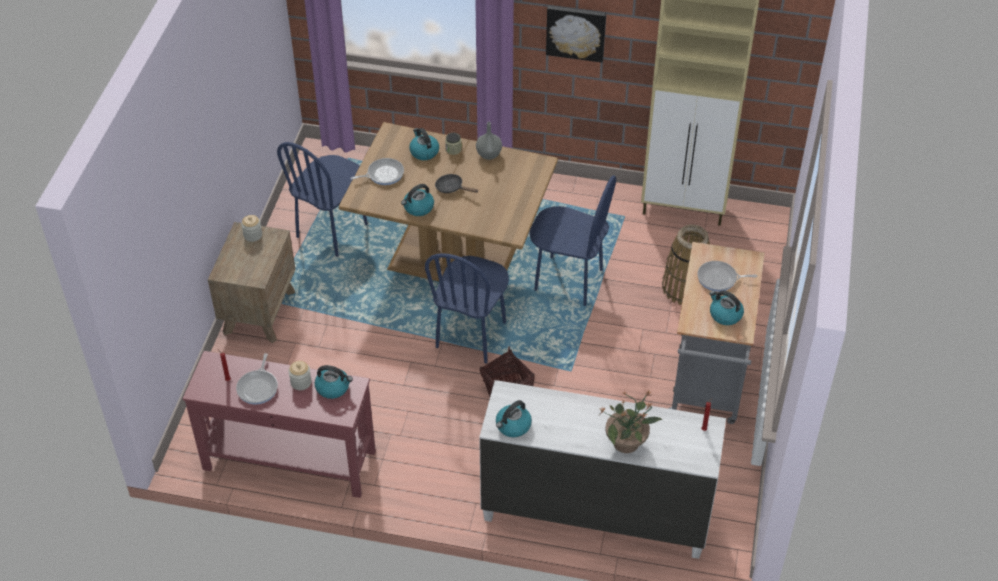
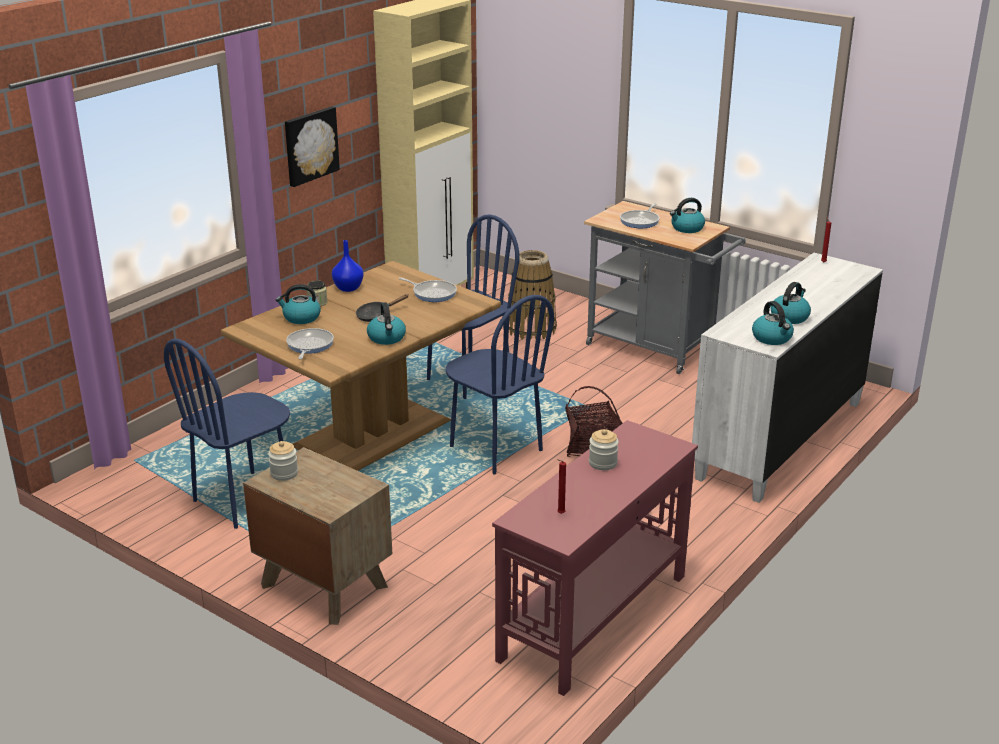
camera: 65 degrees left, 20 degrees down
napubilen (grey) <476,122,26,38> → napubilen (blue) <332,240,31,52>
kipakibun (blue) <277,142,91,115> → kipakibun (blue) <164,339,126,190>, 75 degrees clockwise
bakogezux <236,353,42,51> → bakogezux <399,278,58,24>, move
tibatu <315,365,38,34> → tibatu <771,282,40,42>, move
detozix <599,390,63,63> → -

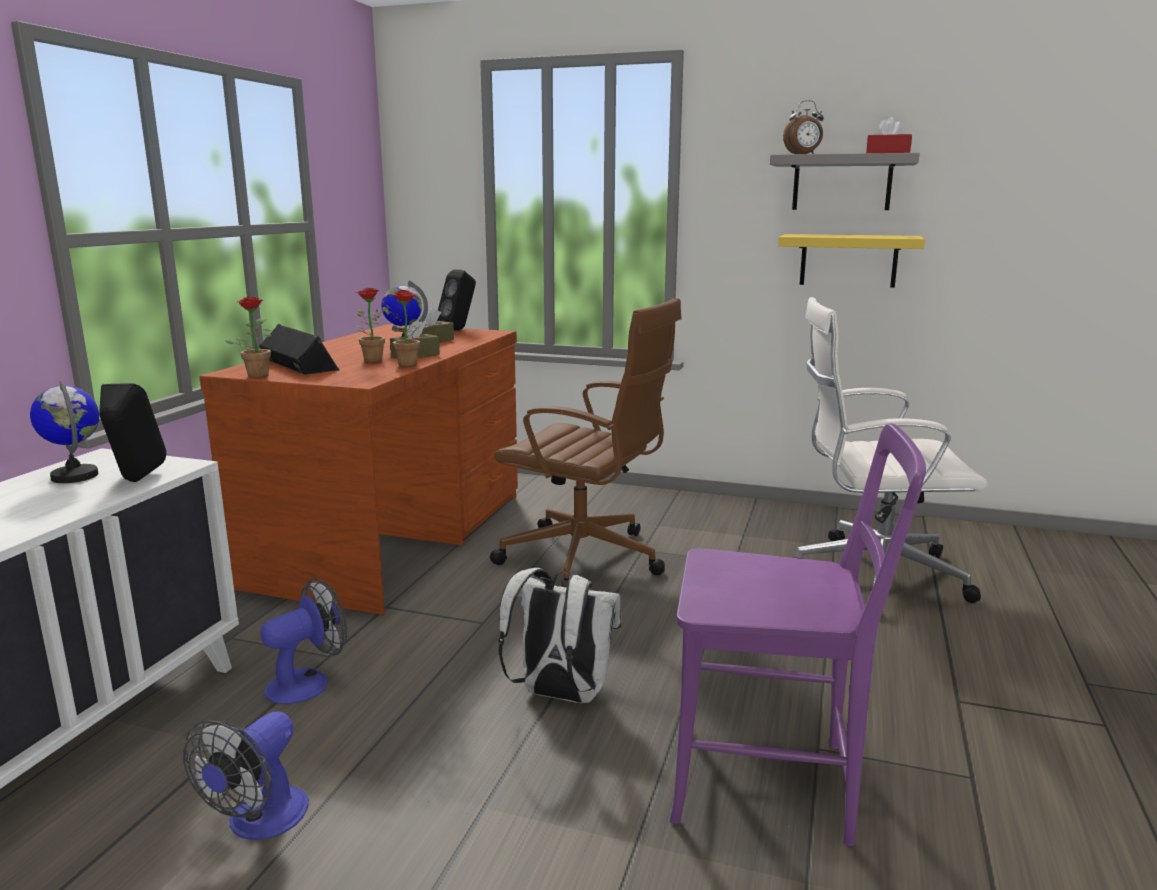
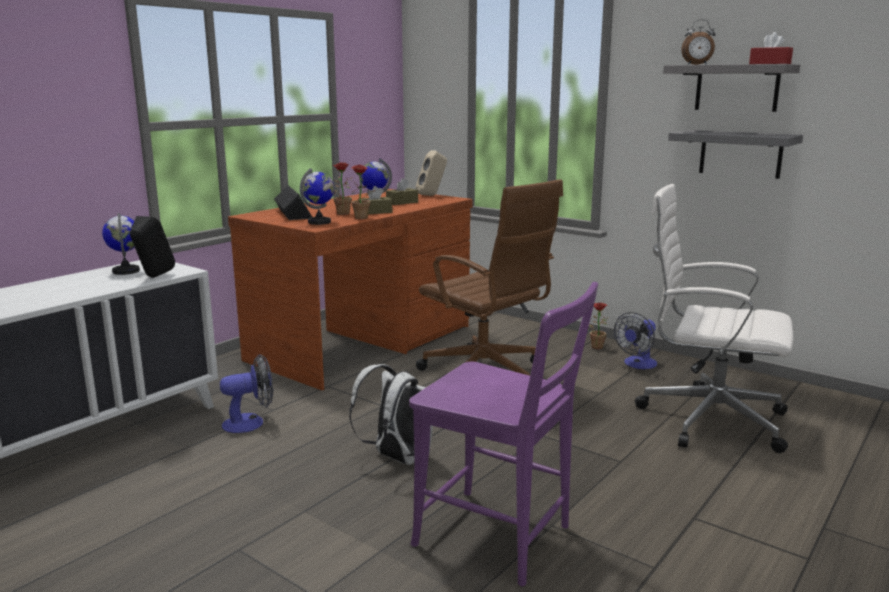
camera: 20 degrees right, 0 degrees up
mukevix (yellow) <778,234,147,54> → mukevix (grey) <668,130,135,49>
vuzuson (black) <437,269,39,61> → vuzuson (beige) <416,150,31,46>
detozix <225,297,47,81> → detozix <588,303,21,46>, move
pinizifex <183,711,126,129> → pinizifex <614,312,43,57>, move
- → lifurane <300,168,35,57>

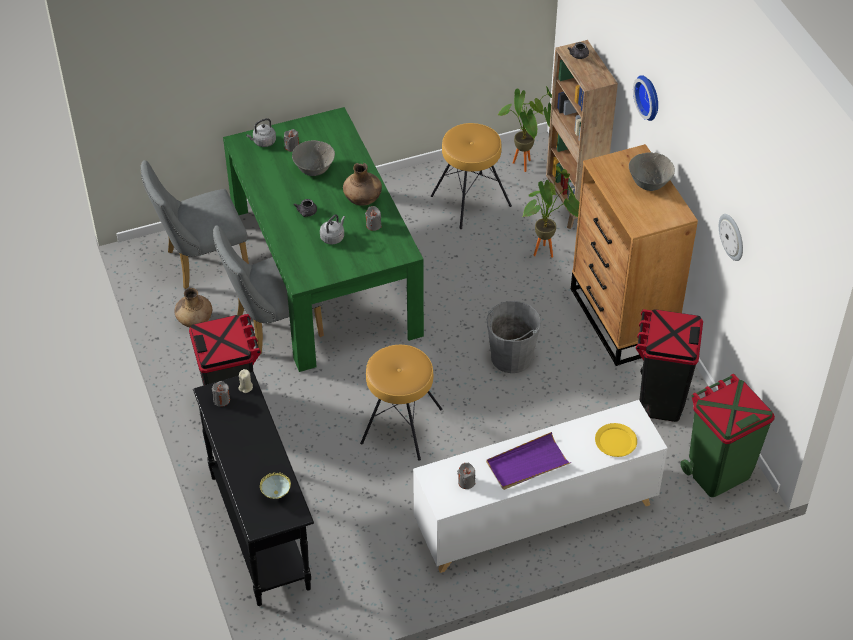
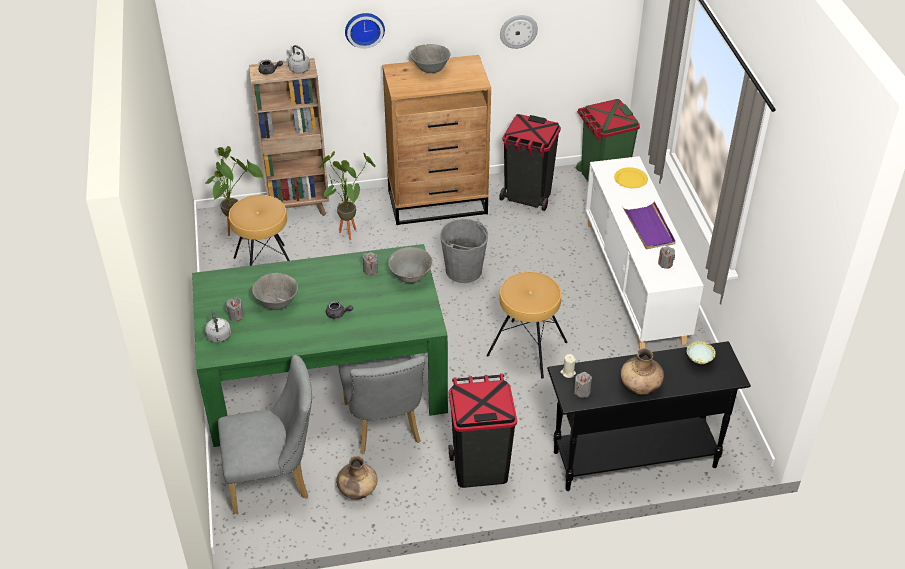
camera: 80 degrees left, 5 degrees down
kipakibun (grey) <140,160,109,129> → kipakibun (grey) <218,355,94,159>, 90 degrees counterclockwise
napubilen (brown) <343,163,39,42> → napubilen (brown) <621,349,43,46>, move
tibatu (grey) <320,214,25,31> → tibatu (grey) <288,45,22,29>, move
- → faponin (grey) <388,247,45,36>

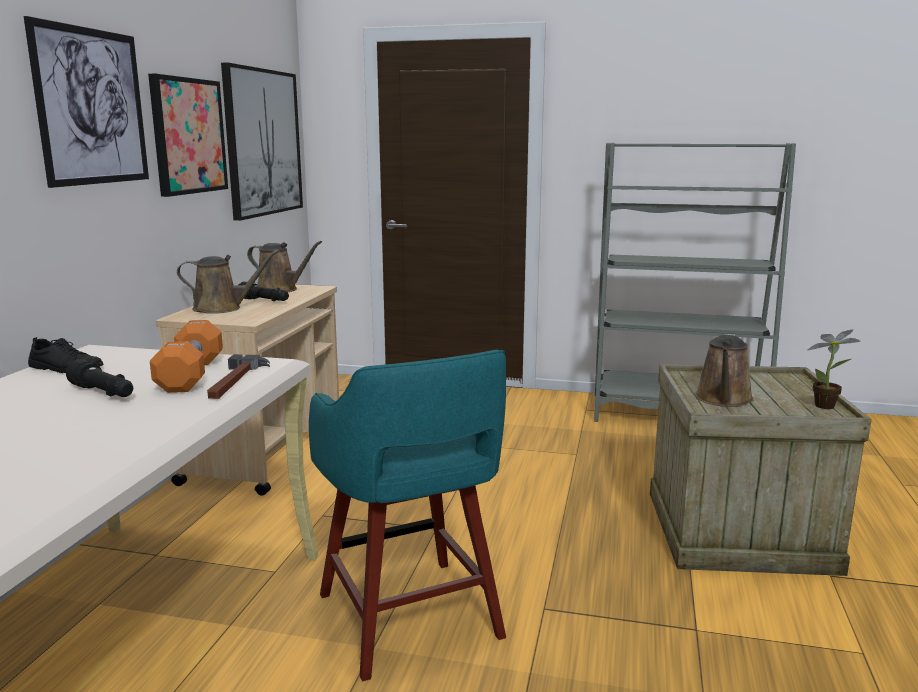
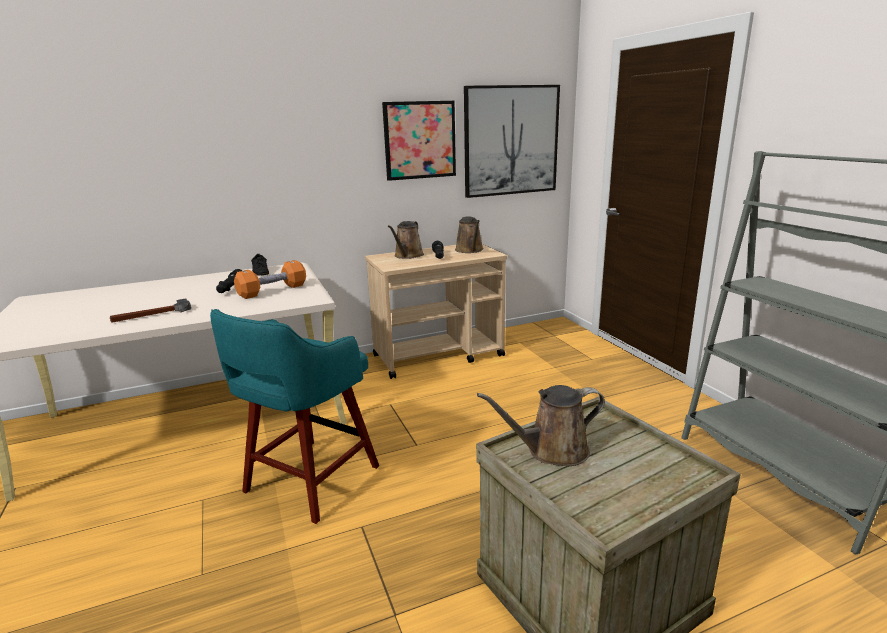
camera: 55 degrees right, 5 degrees up
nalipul <24,16,125,172> → -
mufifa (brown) <177,249,102,65> → mufifa (brown) <388,221,36,38>, 60 degrees clockwise
detozix <808,330,52,79> → -
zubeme <207,354,63,45> → zubeme <110,299,81,24>, move

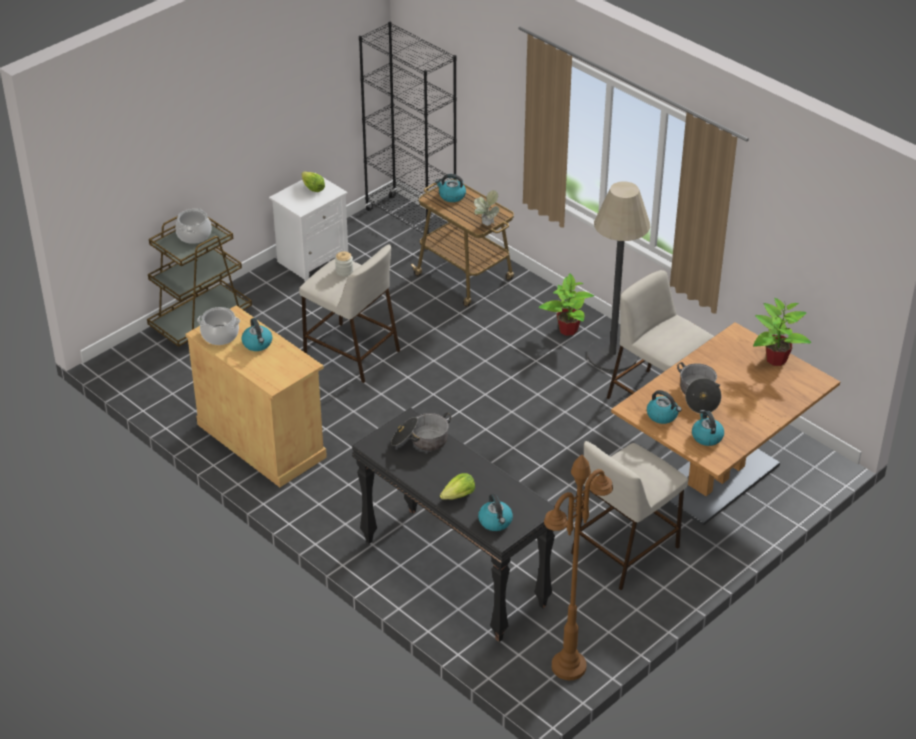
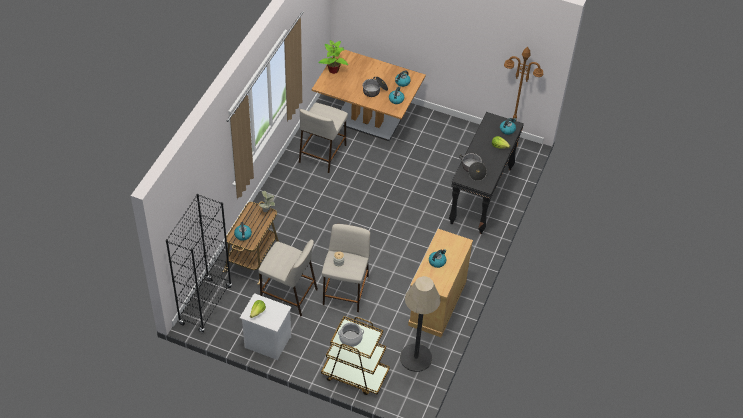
camera: 115 degrees left, 10 degrees up
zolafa <587,181,63,191> → zolafa <400,276,41,96>, move
detozix <539,273,55,63> → -
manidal <197,307,43,38> → -
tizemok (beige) <571,441,117,149> → tizemok (beige) <258,239,60,78>, move

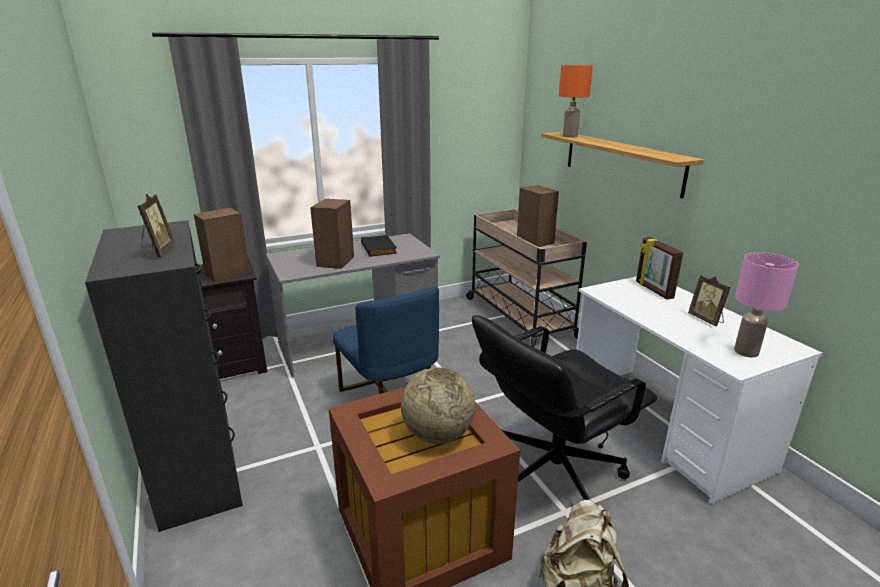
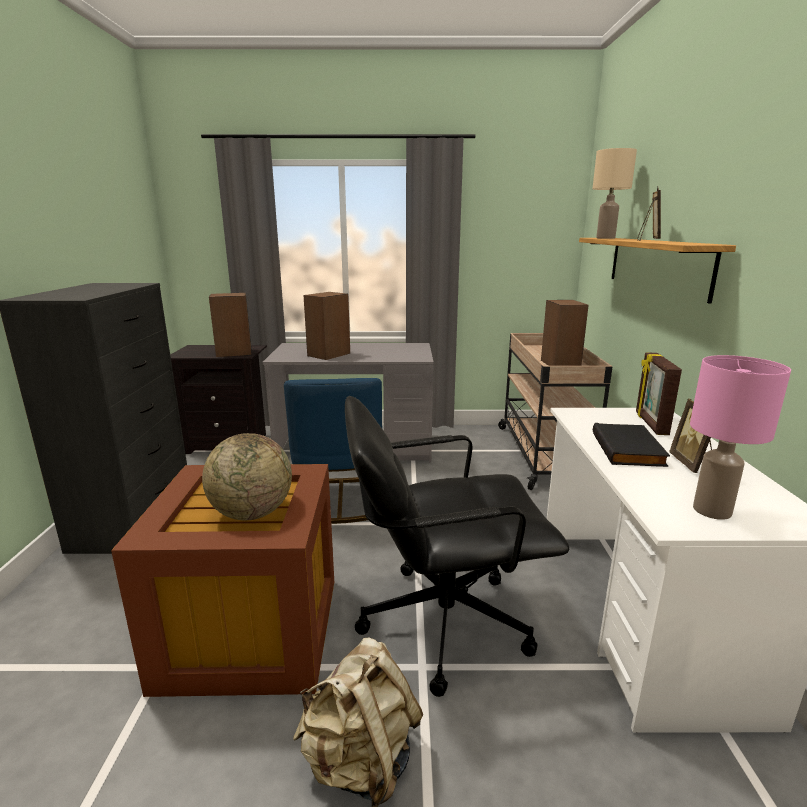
camera: 25 degrees right, 5 degrees down
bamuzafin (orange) <559,65,34,73> → bamuzafin (beige) <593,148,44,91>
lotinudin <138,194,37,64> → lotinudin <637,187,24,54>, move
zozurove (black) <361,235,36,22> → zozurove (black) <593,423,77,44>, move

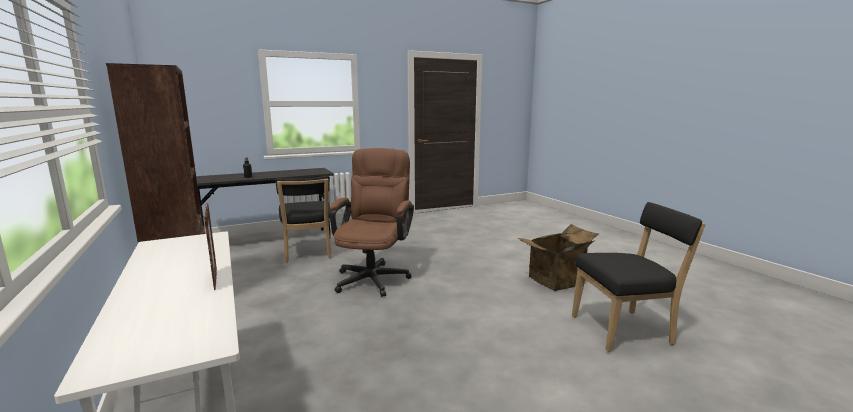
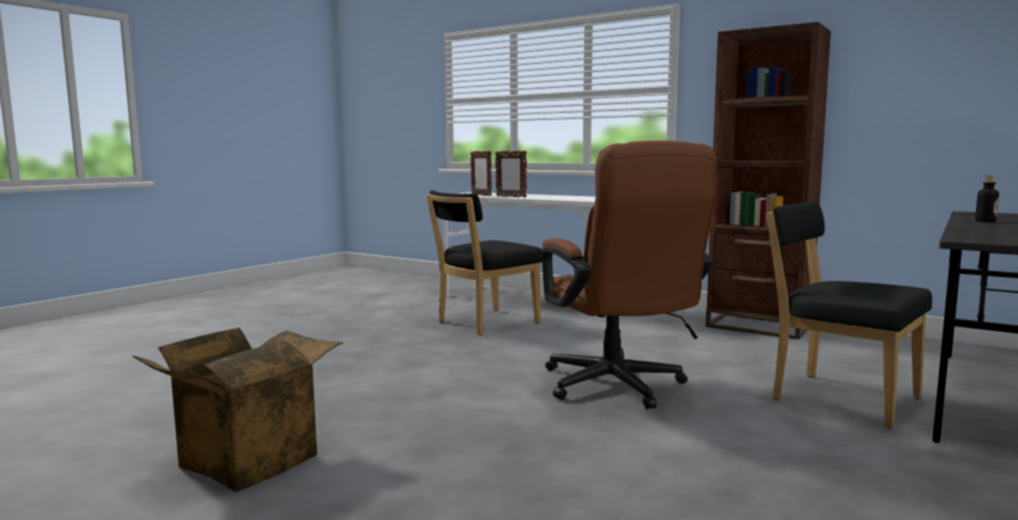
camera: 150 degrees right, 5 degrees down
kipakibun (black) <572,202,134,150> → kipakibun (black) <426,190,116,145>, move
- → lotinudin <470,150,22,47>

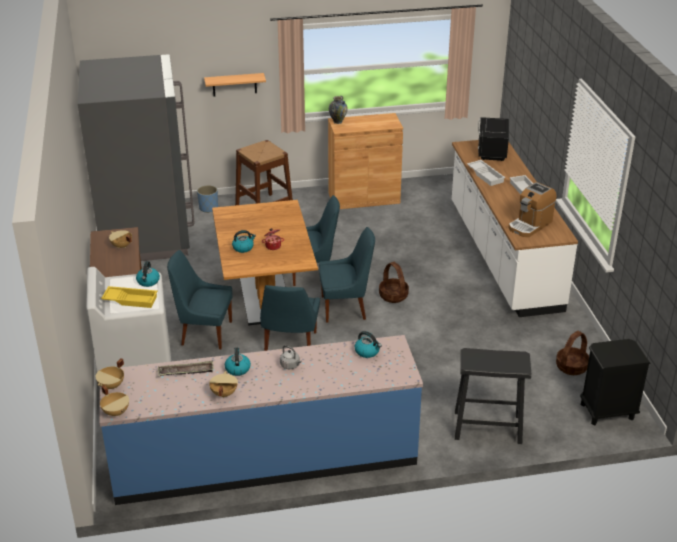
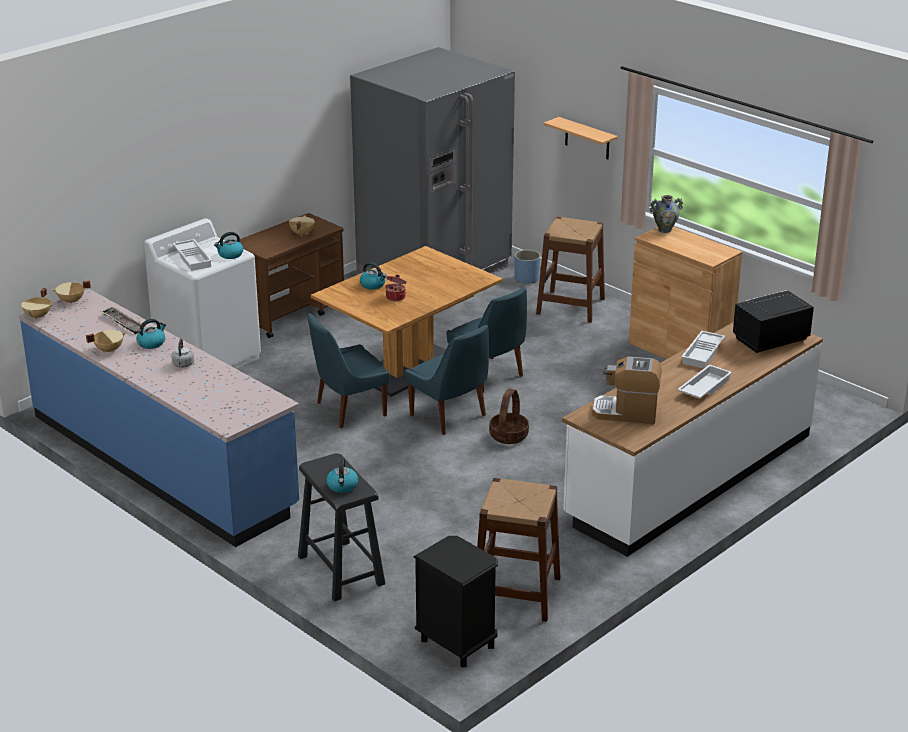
camera: 55 degrees right, 5 degrees down
kipakibun (blue) <167,250,65,99> → -
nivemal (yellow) <101,286,56,22> → nivemal (white) <173,239,39,32>
tibatu <355,331,27,27> → tibatu <326,458,32,35>, move
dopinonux <556,331,33,44> → tizemok (brown) <477,478,83,144>

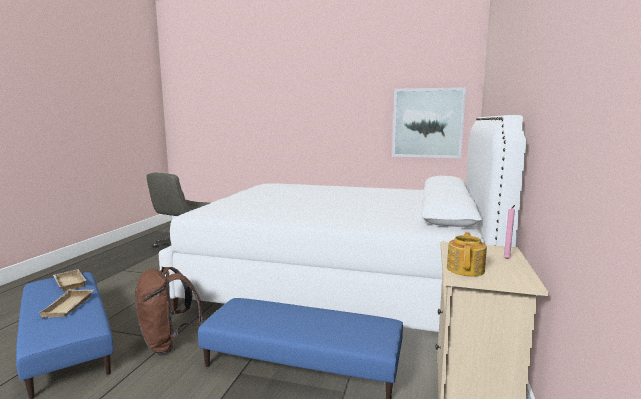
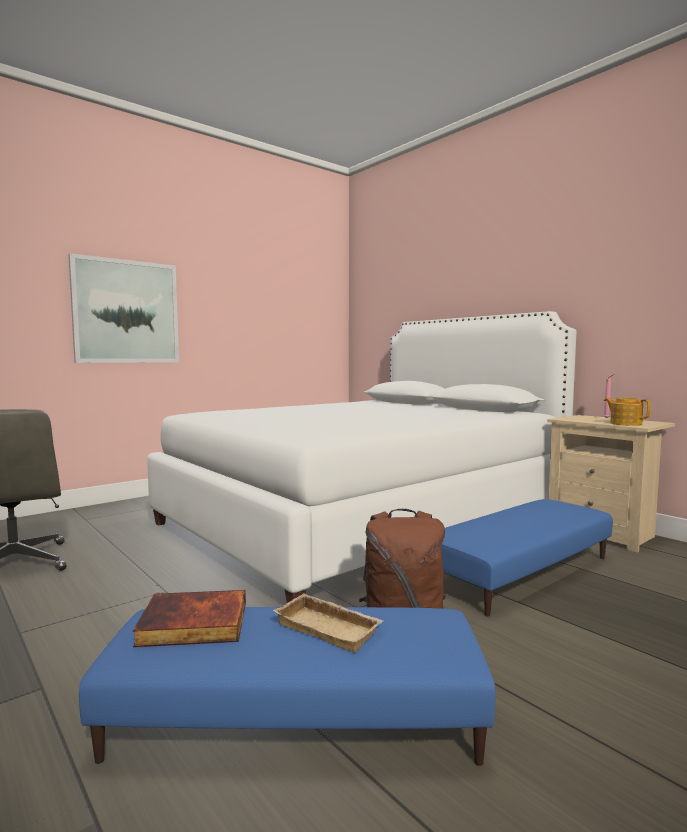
camera: 55 degrees left, 5 degrees down
nalipul <392,87,74,71> → nalipul <68,253,111,110>, move
nivemal (beige) <53,269,33,22> → zozurove <133,590,113,57>

